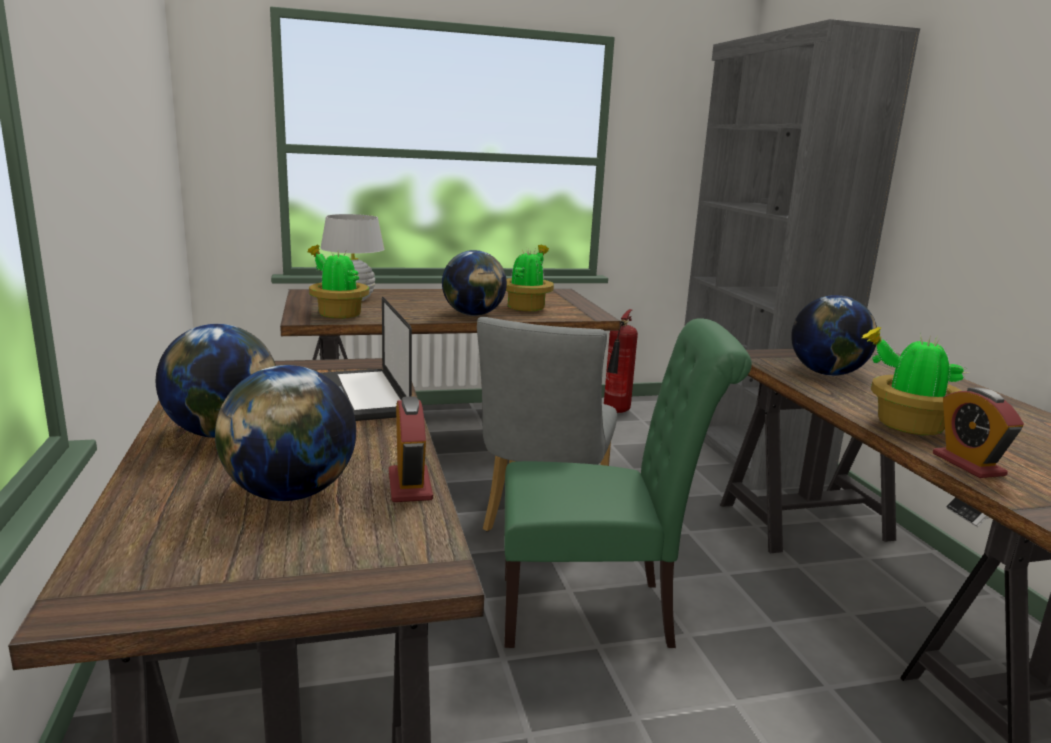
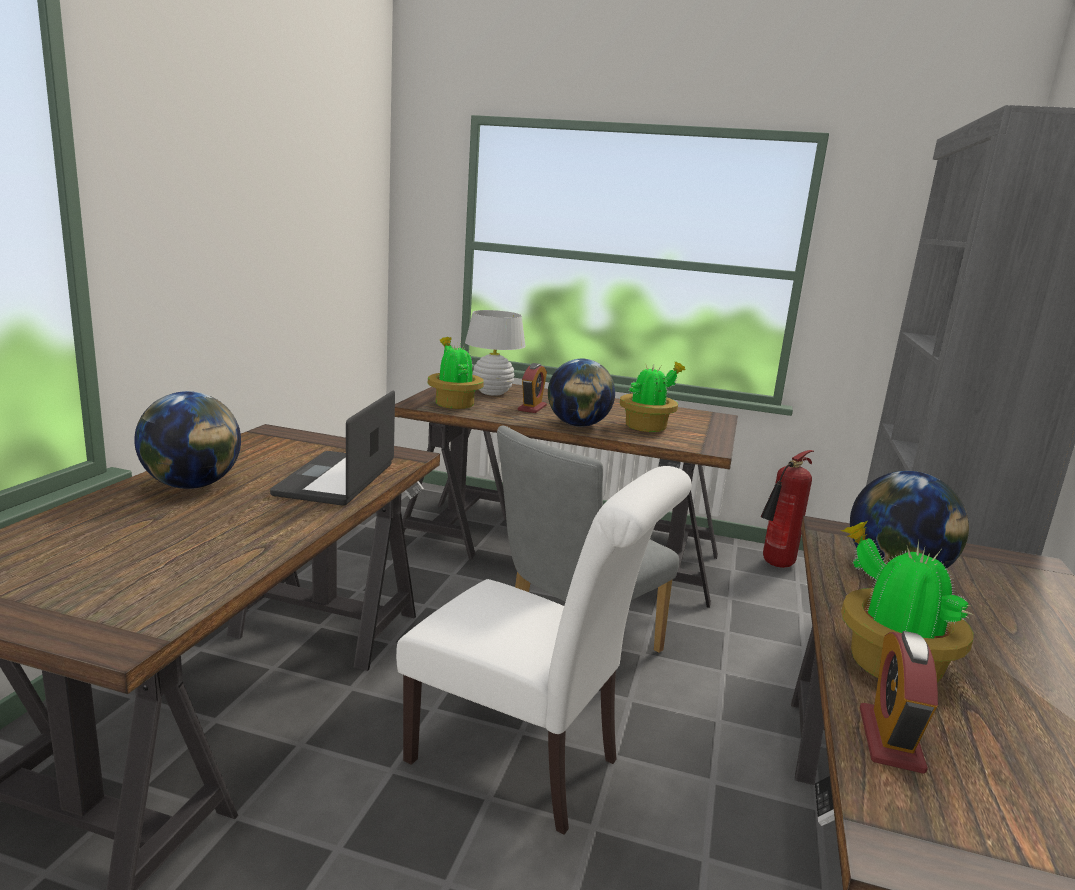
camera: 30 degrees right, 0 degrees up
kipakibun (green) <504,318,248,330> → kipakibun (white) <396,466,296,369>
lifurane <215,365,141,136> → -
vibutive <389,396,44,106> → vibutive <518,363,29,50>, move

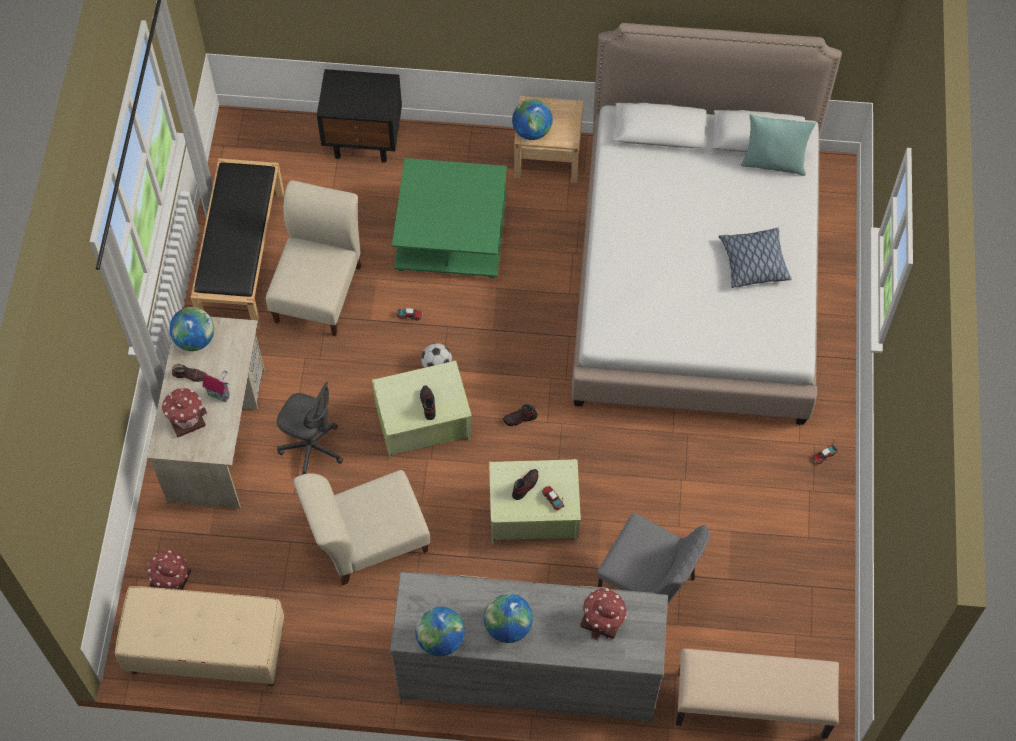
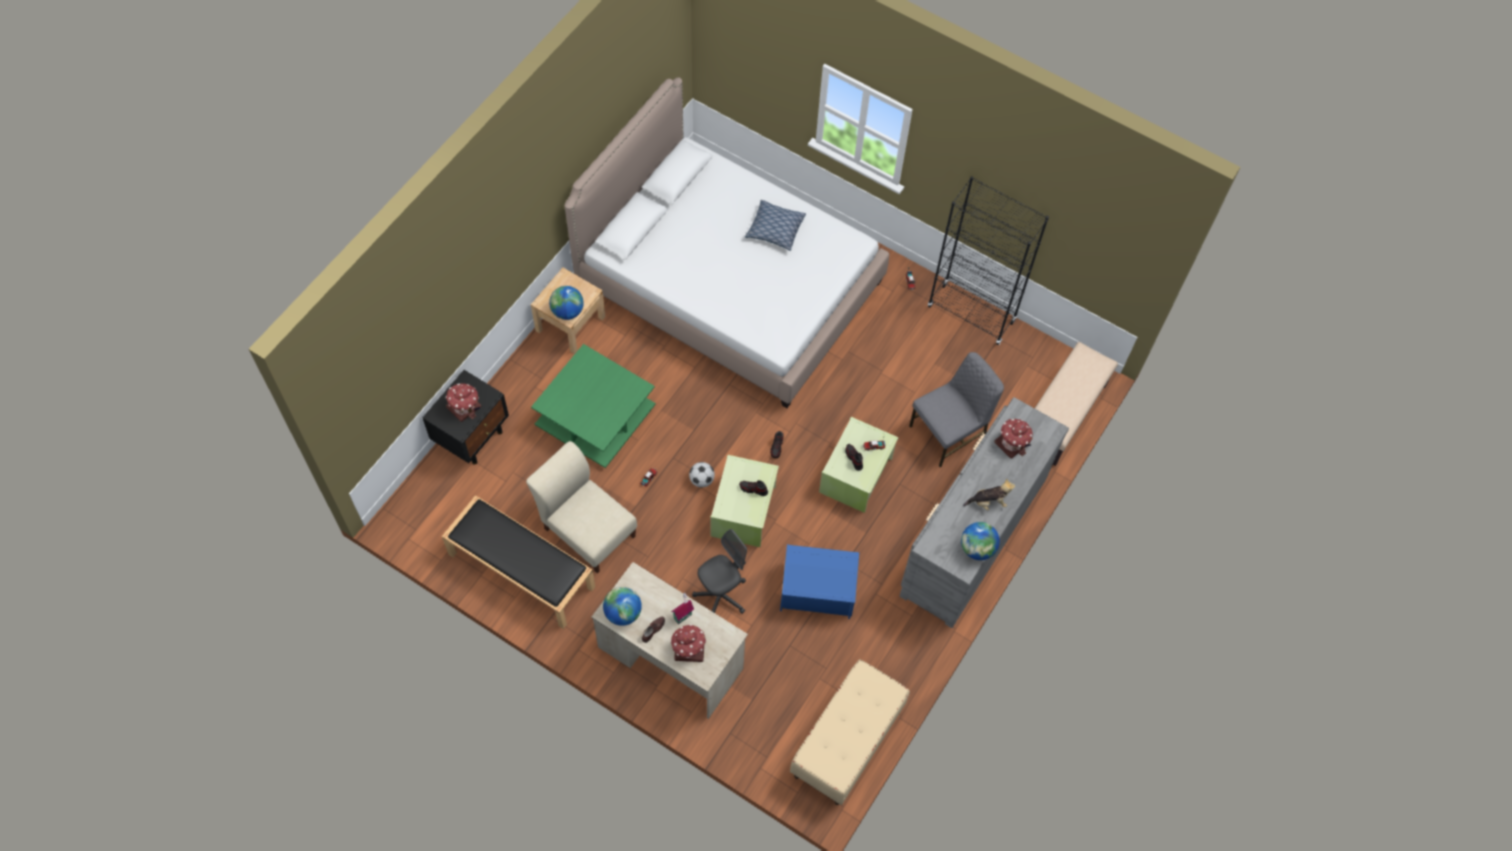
camera: 65 degrees left, 0 degrees up
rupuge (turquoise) <741,114,75,62> → -
kipakibun (beige) <294,470,136,115> → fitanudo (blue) <780,544,79,75>
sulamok <147,551,44,39> → sulamok <446,383,35,39>, move
lifurane <484,593,49,50> → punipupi <963,479,52,32>
- → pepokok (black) <928,176,121,169>

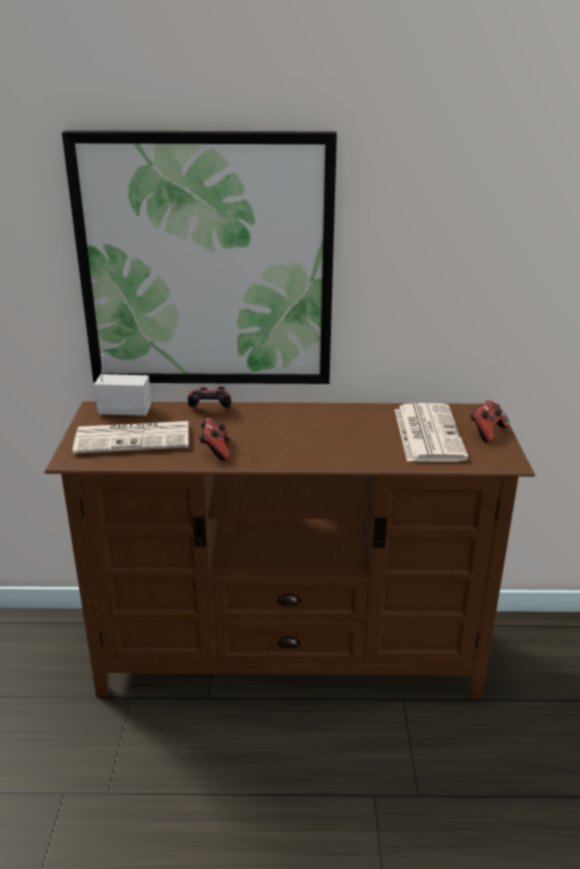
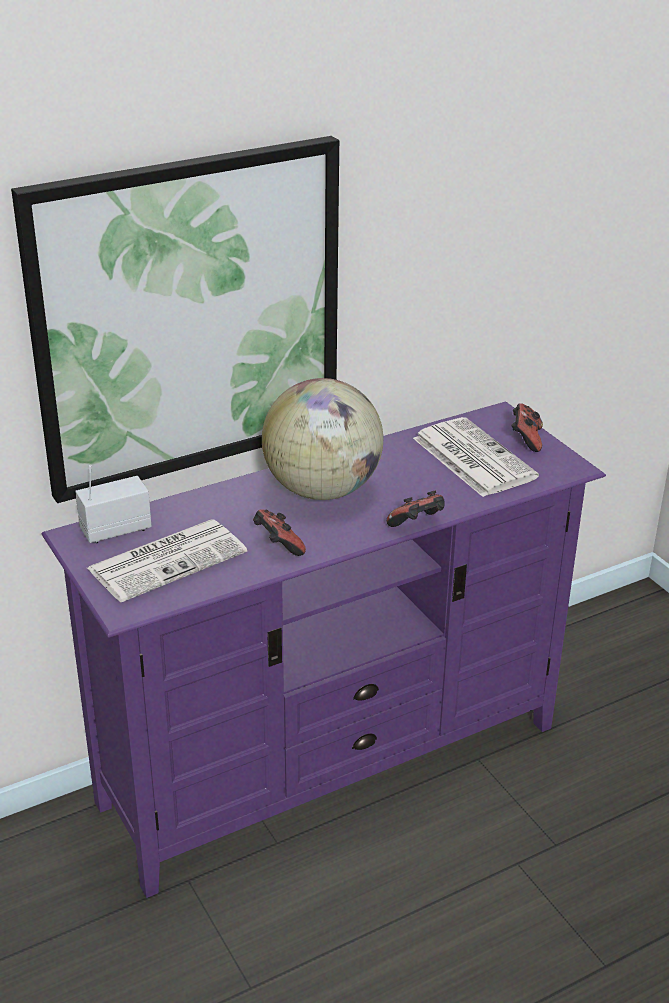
camera: 30 degrees left, 5 degrees up
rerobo <188,387,43,21> → rerobo <386,490,59,37>, move
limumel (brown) <44,401,491,299> → limumel (purple) <41,401,565,497>
- → lifurane <262,378,121,122>

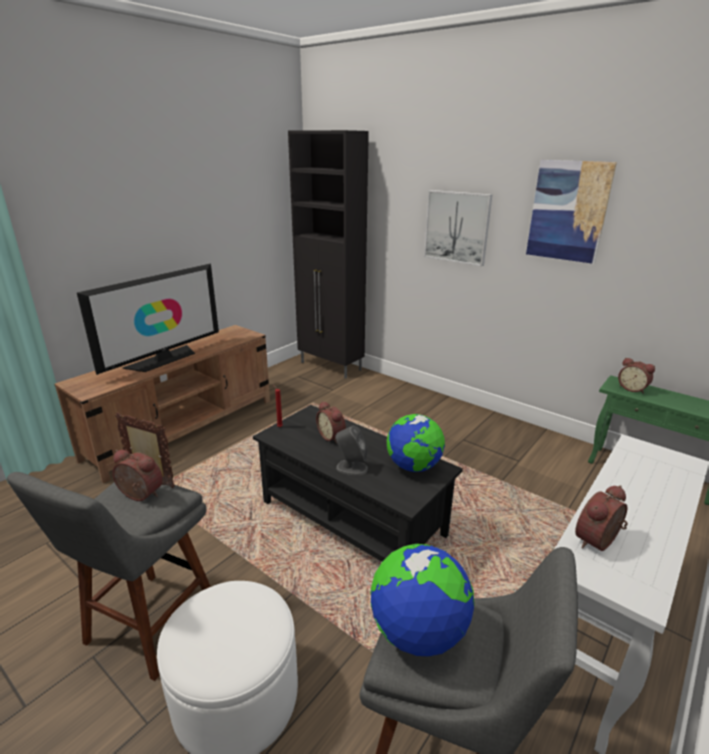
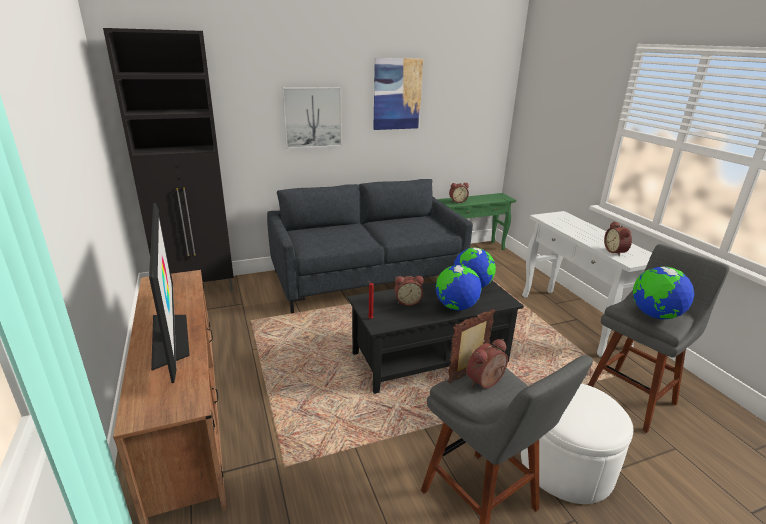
camera: 60 degrees left, 0 degrees up
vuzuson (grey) <335,426,33,49> → lifurane <436,265,45,46>
- → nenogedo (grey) <267,179,206,134>

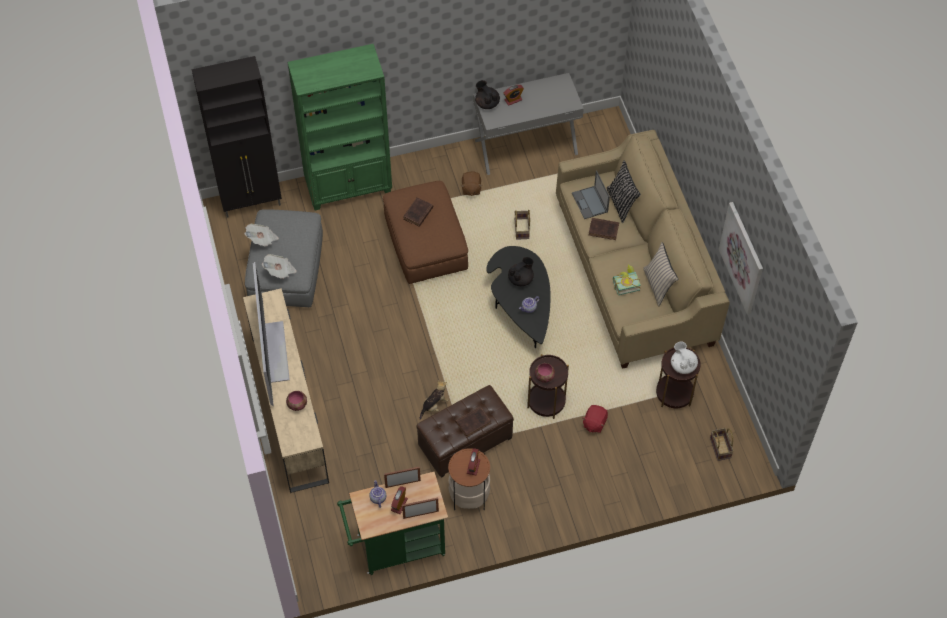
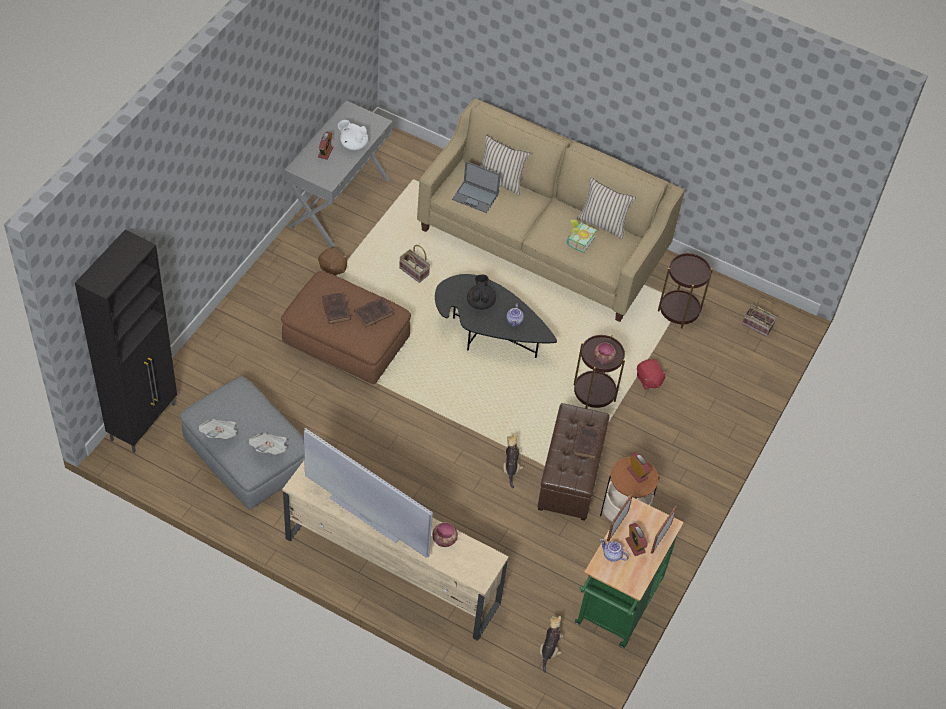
camera: 50 degrees left, 5 degrees down
pepokok (green) <287,44,105,167> → -
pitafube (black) <475,80,25,29> → -
rupuge (black) <607,161,34,62> → rupuge (beige) <480,135,51,60>
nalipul <719,202,44,112> → -
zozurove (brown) <589,218,30,22> → zozurove (brown) <354,297,40,30>, move
pitafube (white) <671,341,27,33> → pitafube (white) <338,120,30,30>, move
- → punipupi <540,615,23,58>

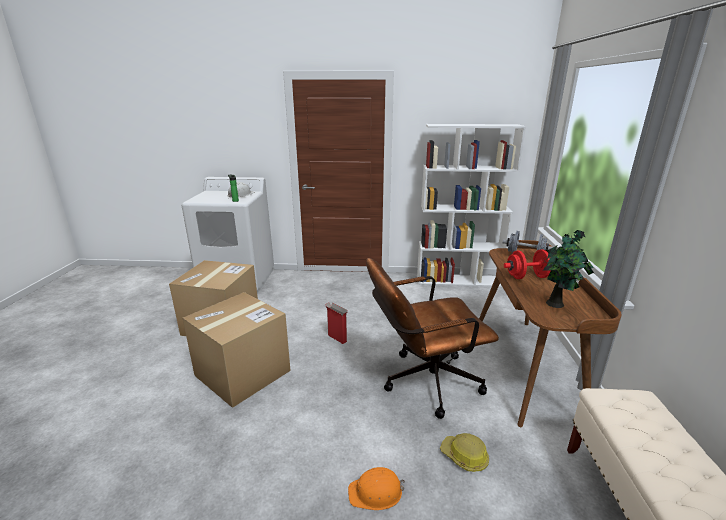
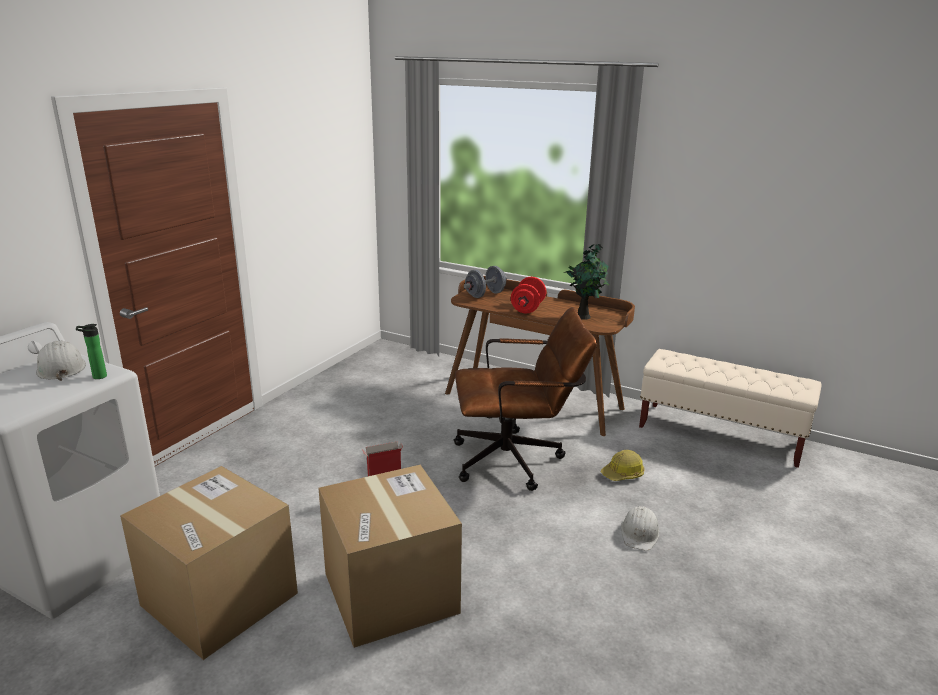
camera: 65 degrees left, 0 degrees up
pepokok (white) <417,124,109,163> → -
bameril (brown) <366,258,133,161> → bameril (brown) <454,307,143,184>, 105 degrees counterclockwise
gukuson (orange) <348,467,57,43> → gukuson (white) <621,506,39,45>

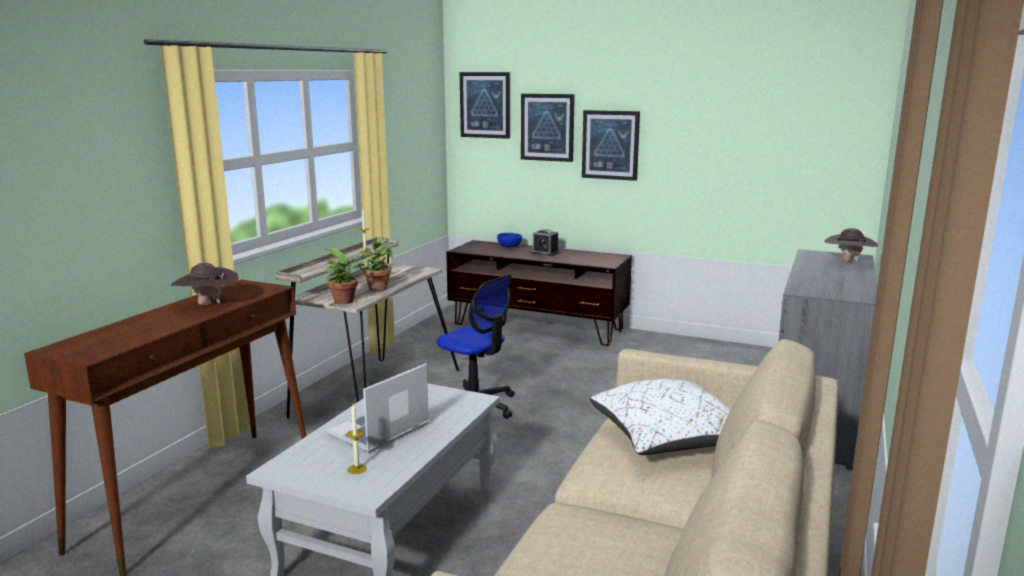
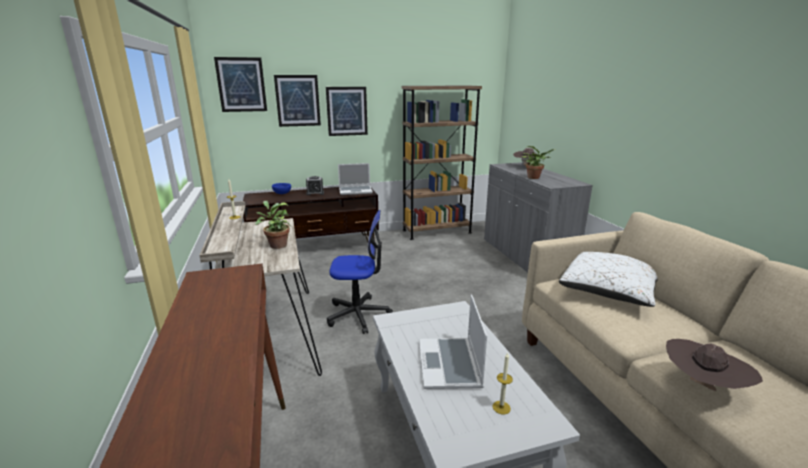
camera: 40 degrees left, 5 degrees up
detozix <326,248,38,57> → detozix <522,146,34,33>, move
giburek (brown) <171,263,68,42> → giburek (brown) <666,339,97,52>, move
- → pepokok (brown) <402,85,80,155>
- → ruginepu <338,163,35,32>

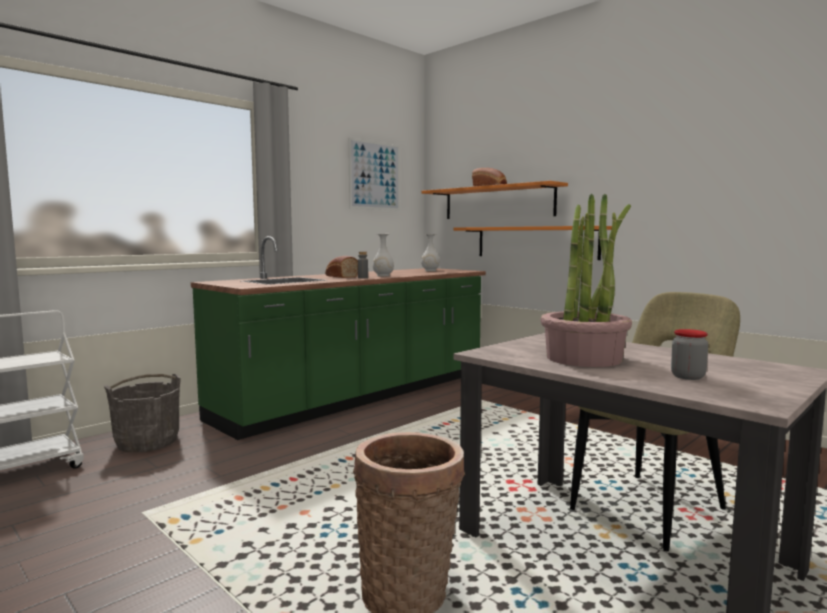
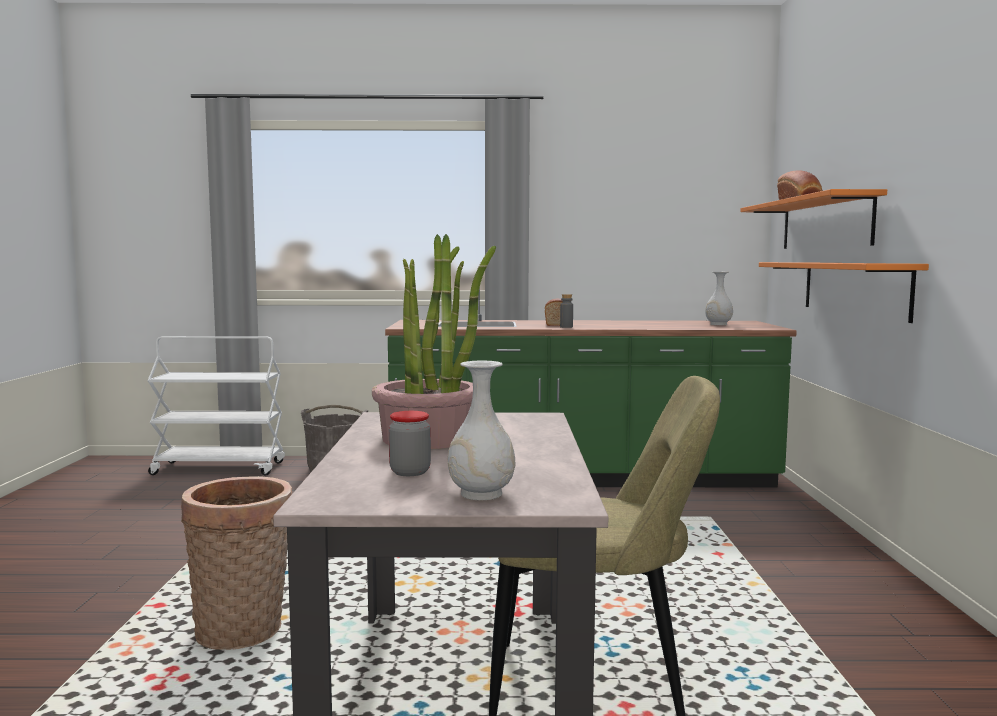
camera: 45 degrees right, 0 degrees up
nalipul <348,138,52,73> → -
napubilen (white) <373,234,21,42> → napubilen (white) <448,361,68,139>, move

